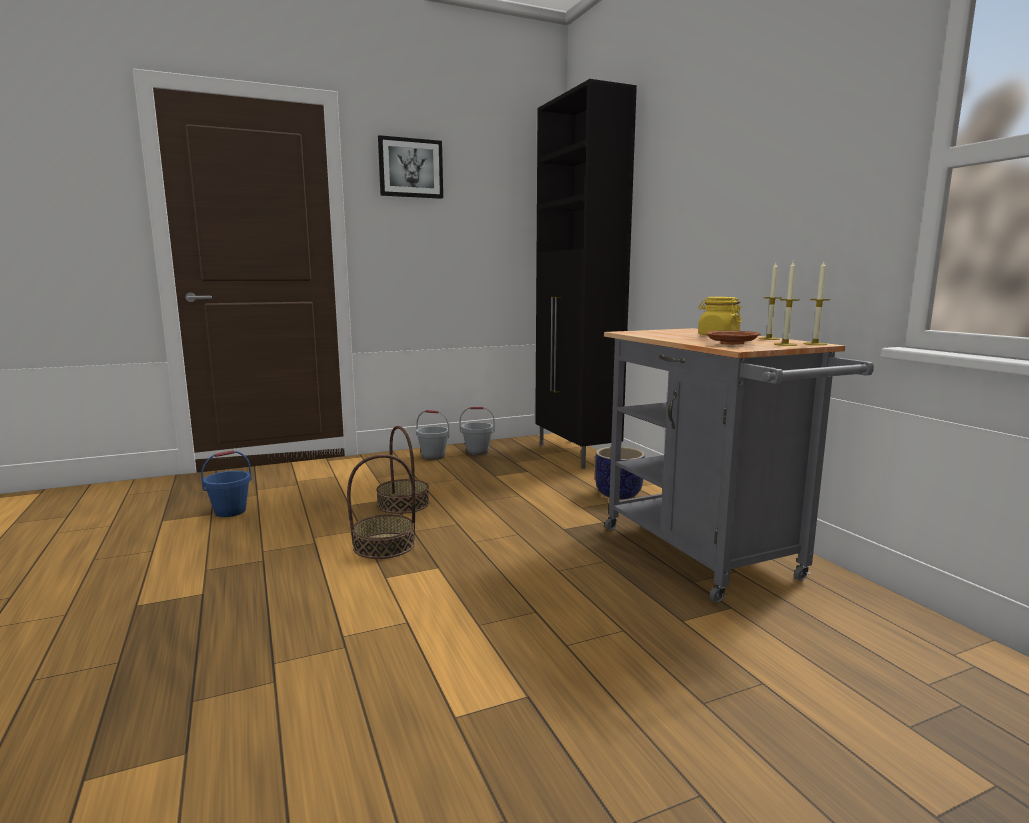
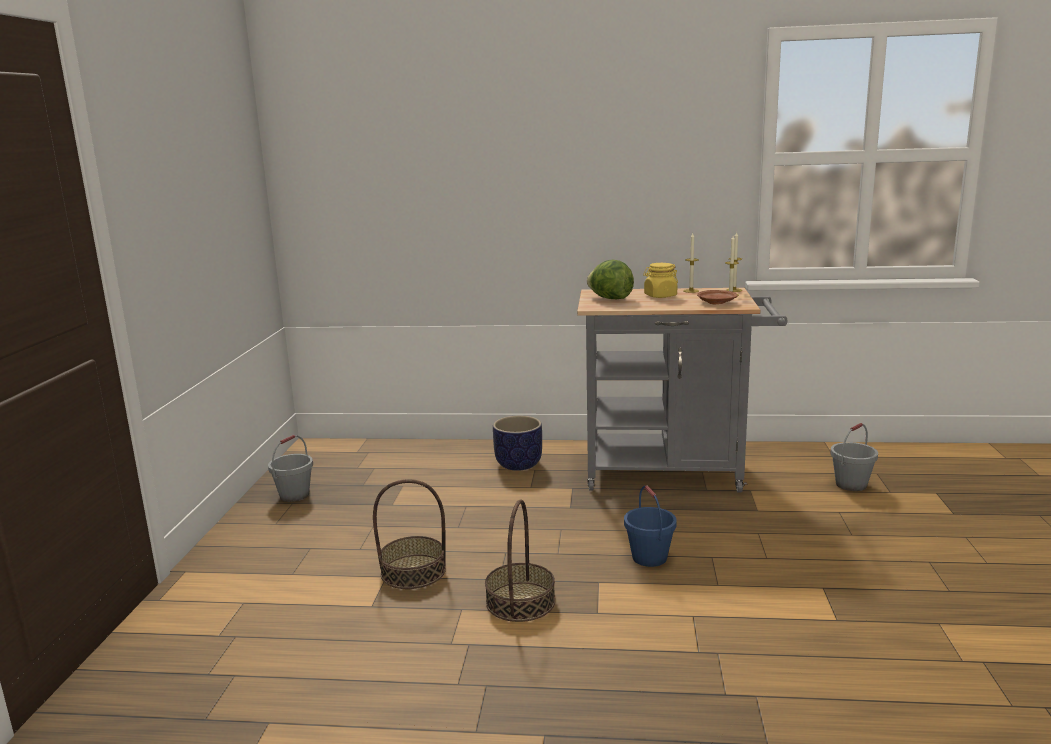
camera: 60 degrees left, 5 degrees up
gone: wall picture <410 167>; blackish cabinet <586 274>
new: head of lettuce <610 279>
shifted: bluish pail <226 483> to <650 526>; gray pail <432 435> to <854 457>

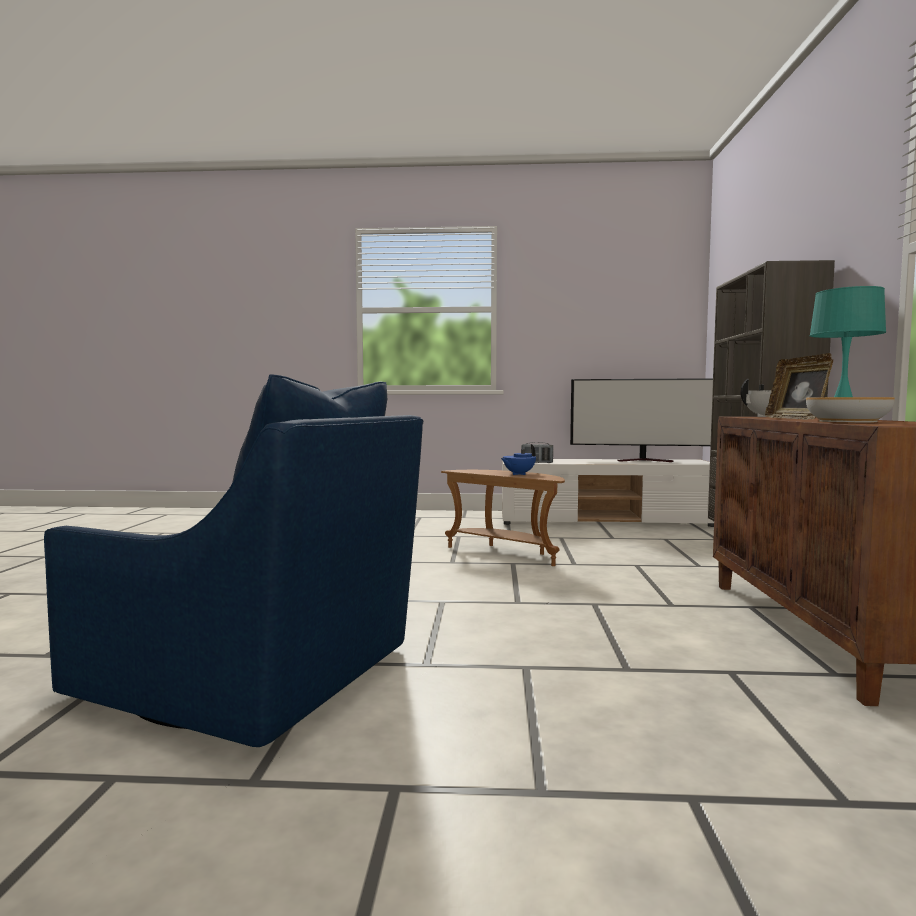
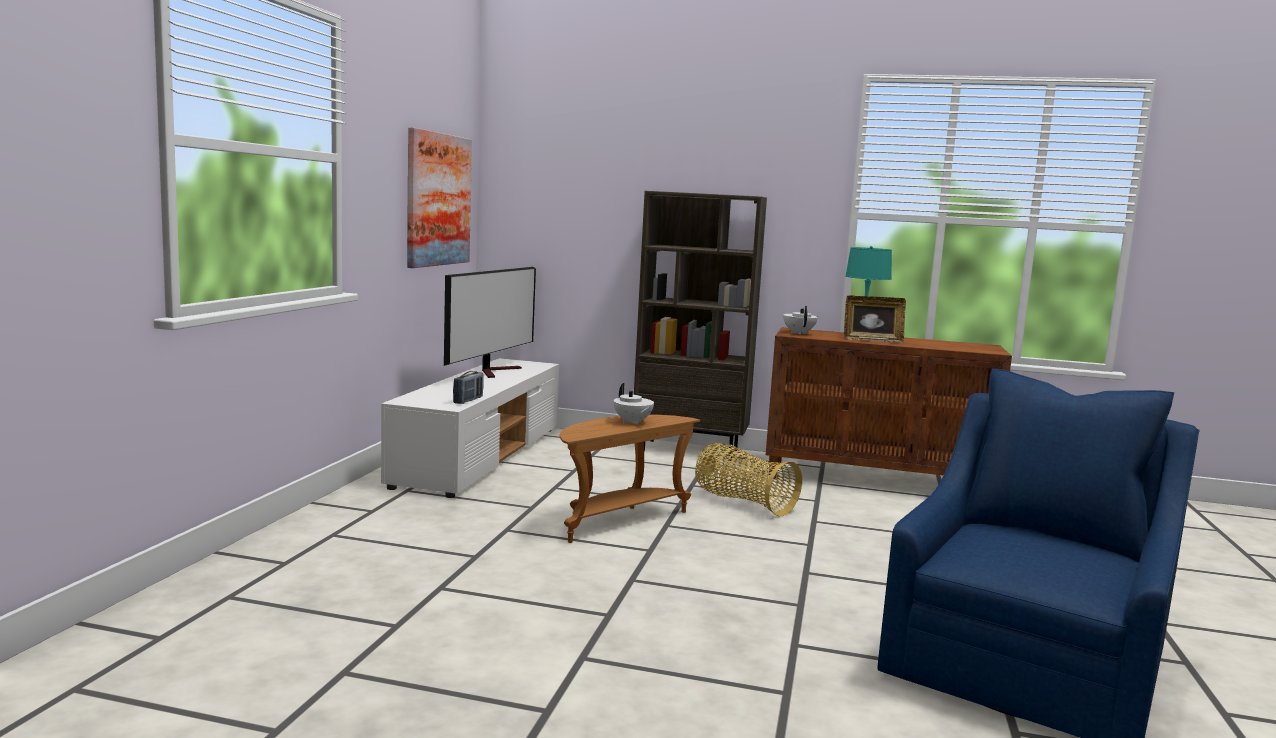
camera: 80 degrees left, 5 degrees up
gone: deep dish <850 409>
new: wall picture <439 197>; household basket <748 479>
repainted: bluish teapot <518 459> to white-coloured teapot <634 404>

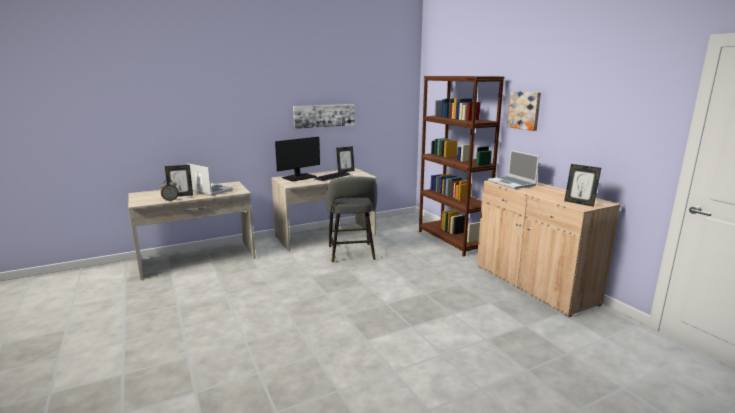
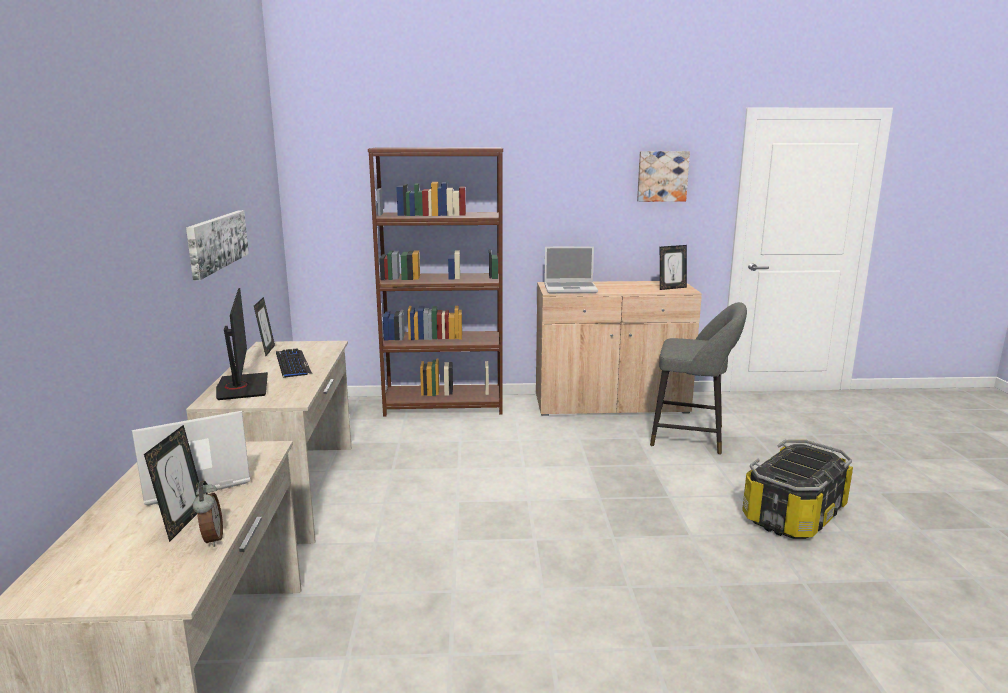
camera: 65 degrees left, 0 degrees up
new: storage box <797 489>
shifted: gray stool <351 219> to <698 378>; wall picture <524 111> to <663 176>

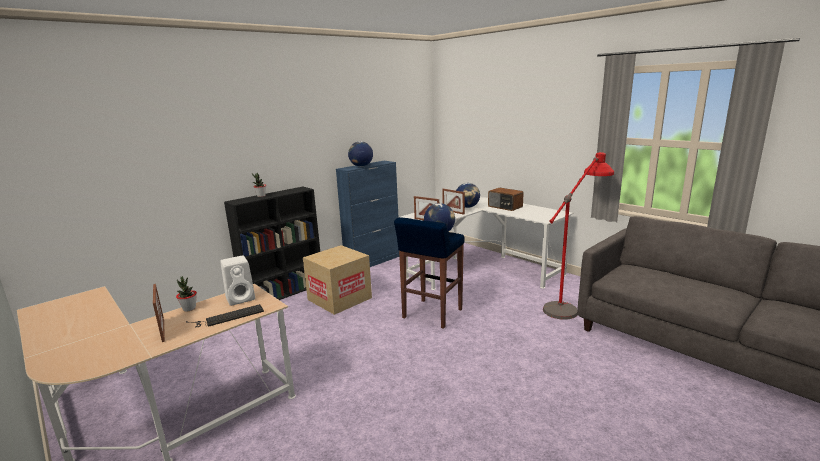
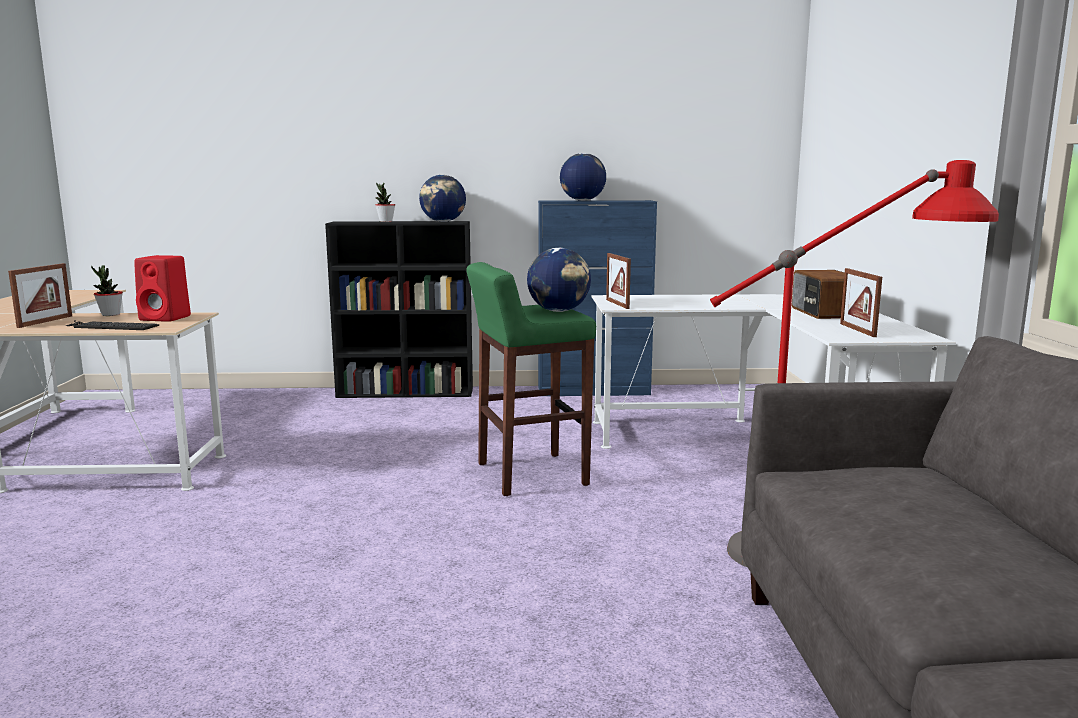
camera: 40 degrees right, 5 degrees down
gone: cardboard box <337 280>
shifted: standing frame <453 202> to <861 302>; desk globe <468 195> to <442 198>
repainted: white-coloured loudspeaker <237 281> to red-coloured loudspeaker <162 288>; bluish stool <429 273> to green-coloured stool <531 379>

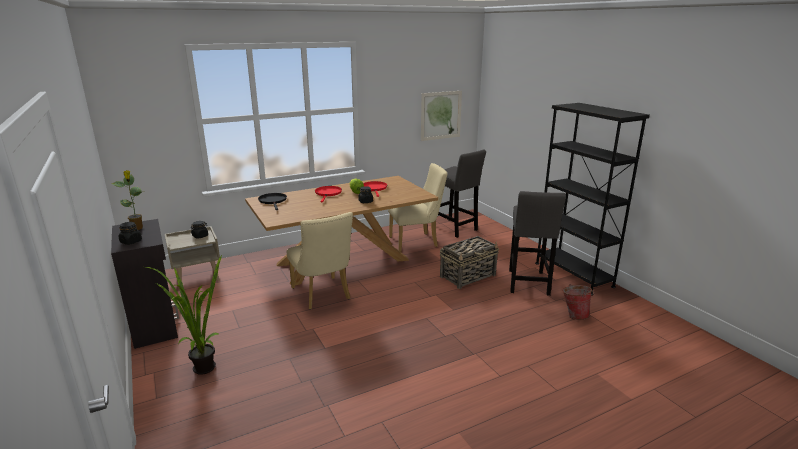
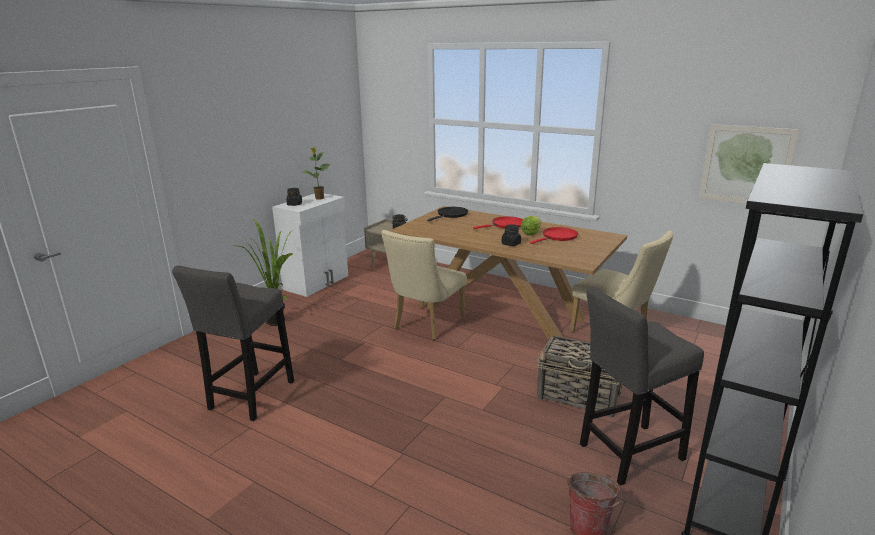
camera: 60 degrees right, 0 degrees up
shifted: gray stool <462 194> to <233 343>
repainted: blackish cabinet <145 284> to white-coloured cabinet <310 245>

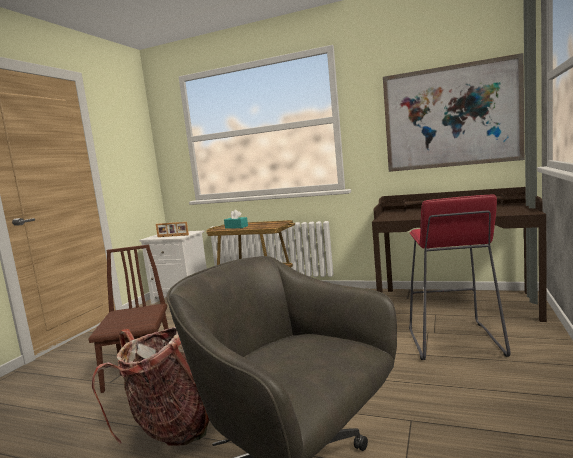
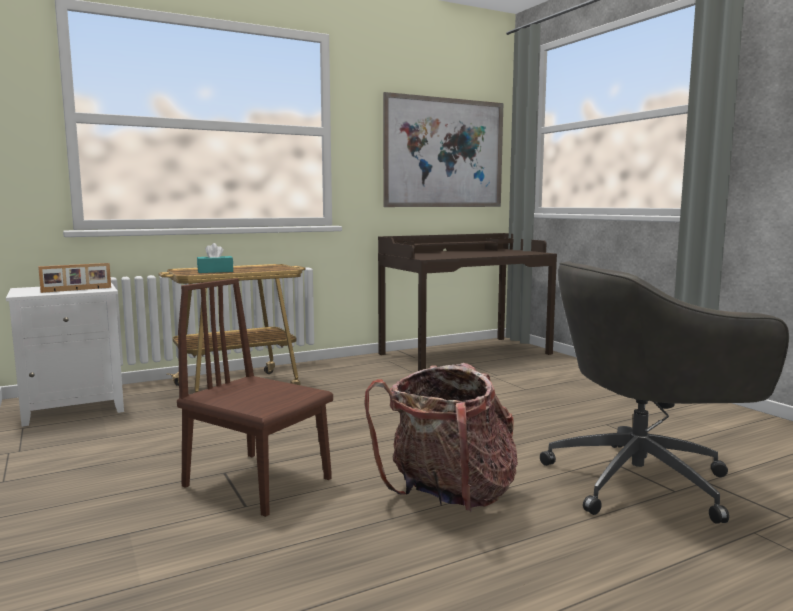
camera: 50 degrees left, 0 degrees up
gone: red-coloured stool <460 277>

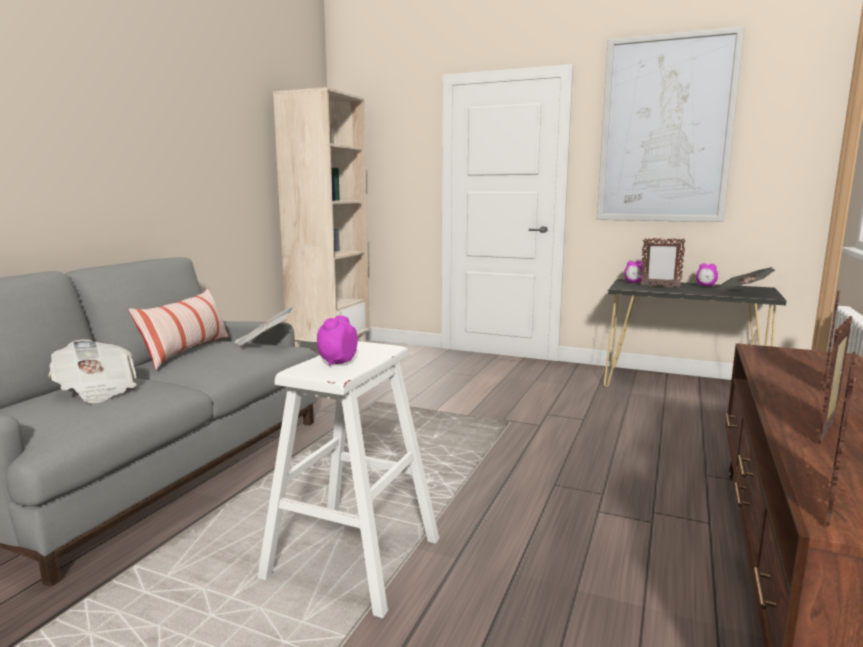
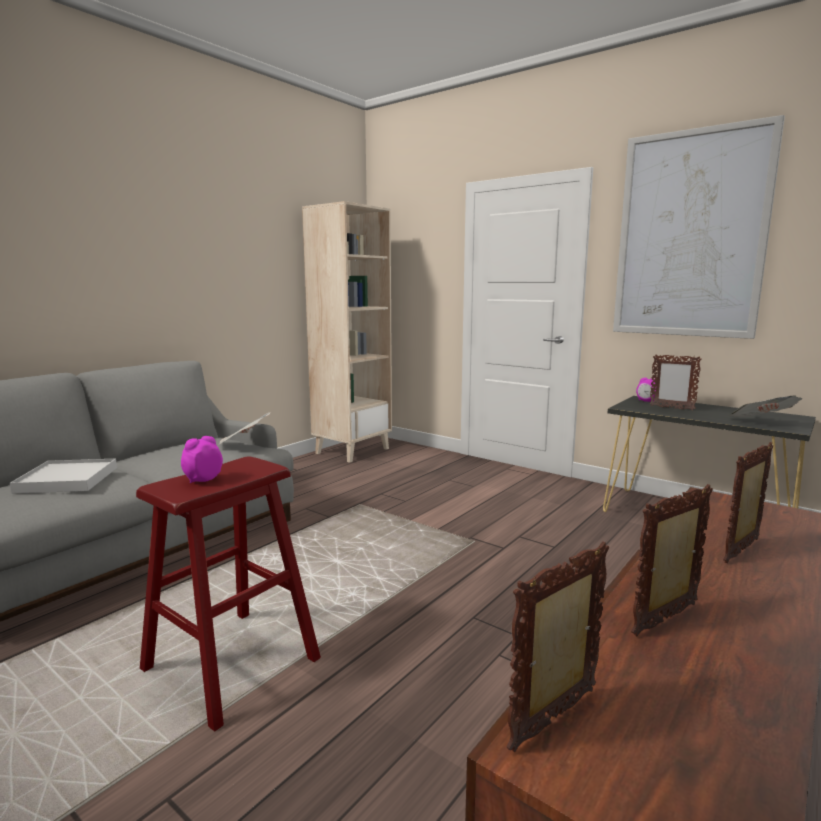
camera: 15 degrees right, 0 degrees up
gone: cushion <179 329>; bedside clock <707 274>
swapped: daily paper <92 371> to white-coloured carrying tray <63 476>
repainted: white-coloured stool <348 479> to red-coloured stool <228 594>

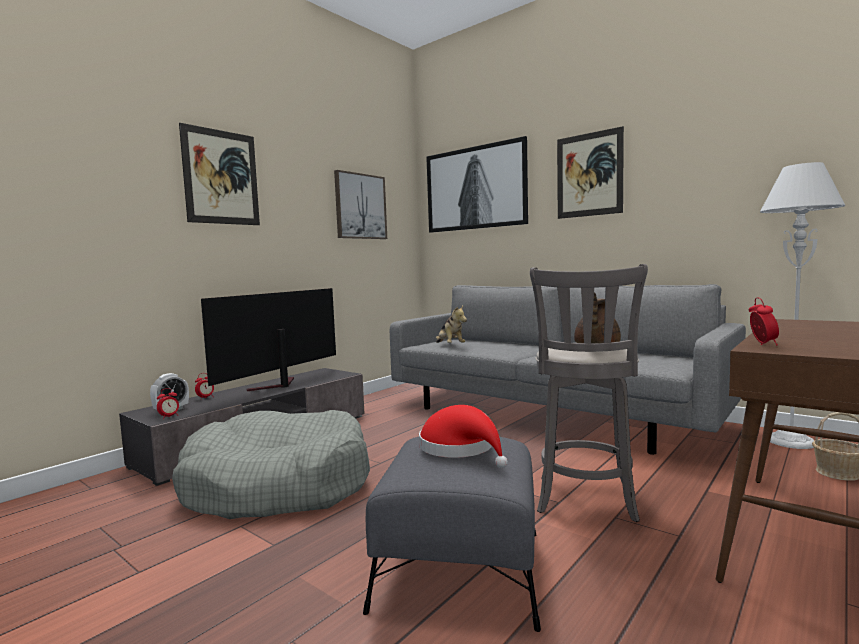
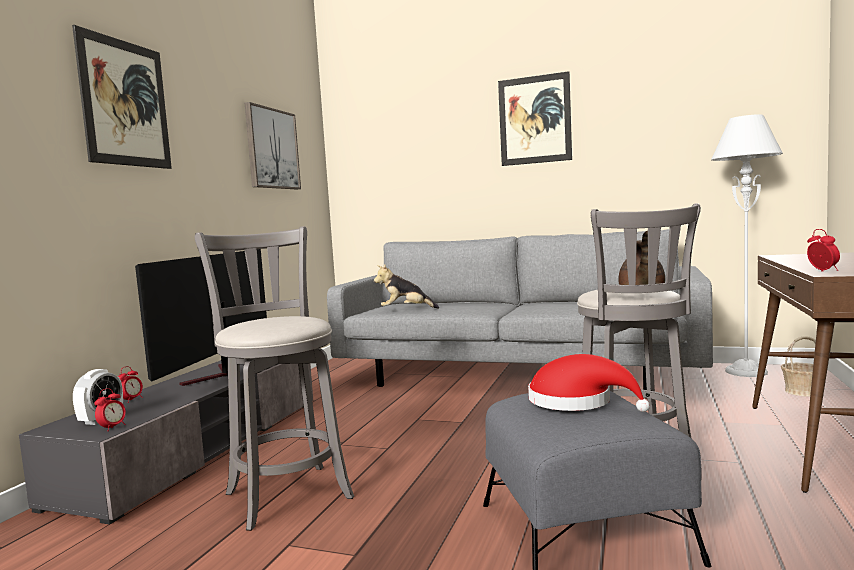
camera: 20 degrees left, 0 degrees up
gone: wall picture <477 184>
swapped: gray dog bed <271 464> to gray stool <274 378>
rotated: soft toy <451 324> = <406 287> 135 degrees clockwise

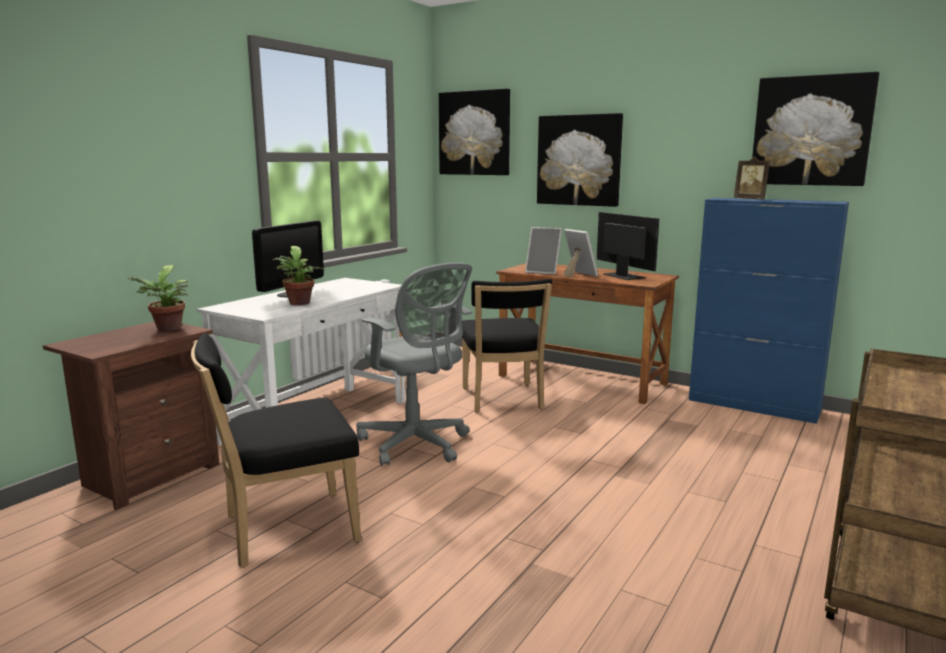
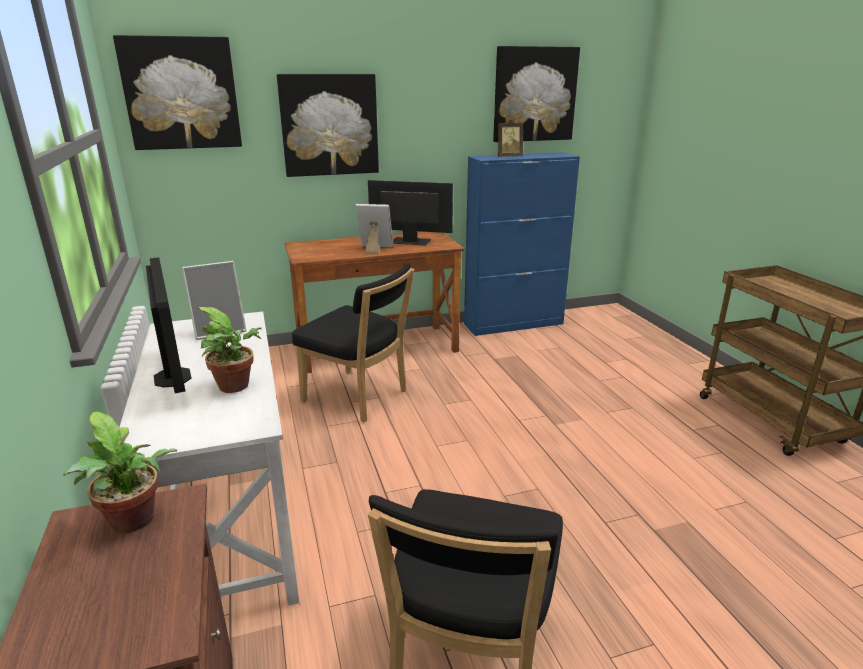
camera: 50 degrees left, 10 degrees up
gone: gray office chair <414 364>
shifted: standing frame <543 251> to <214 300>

